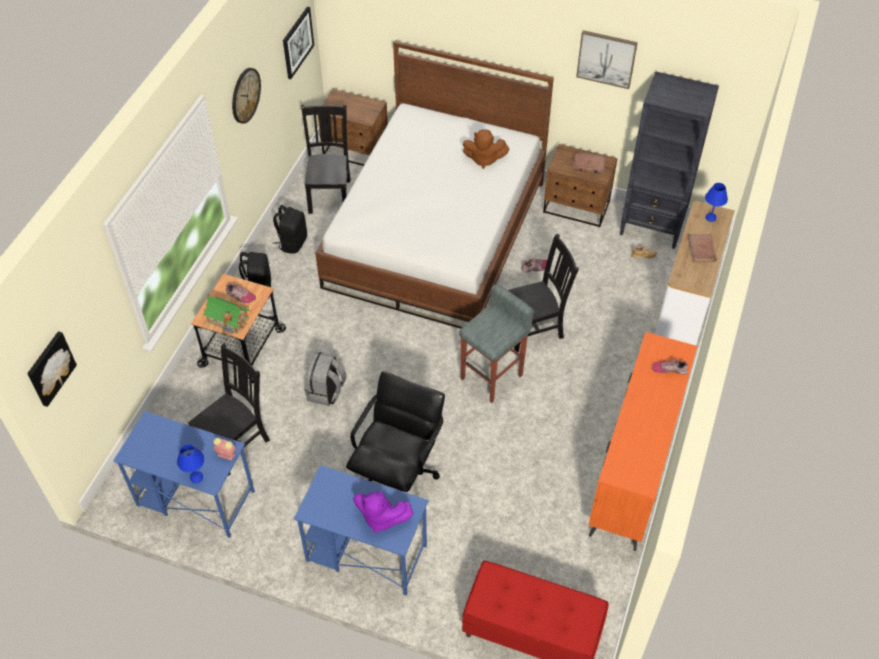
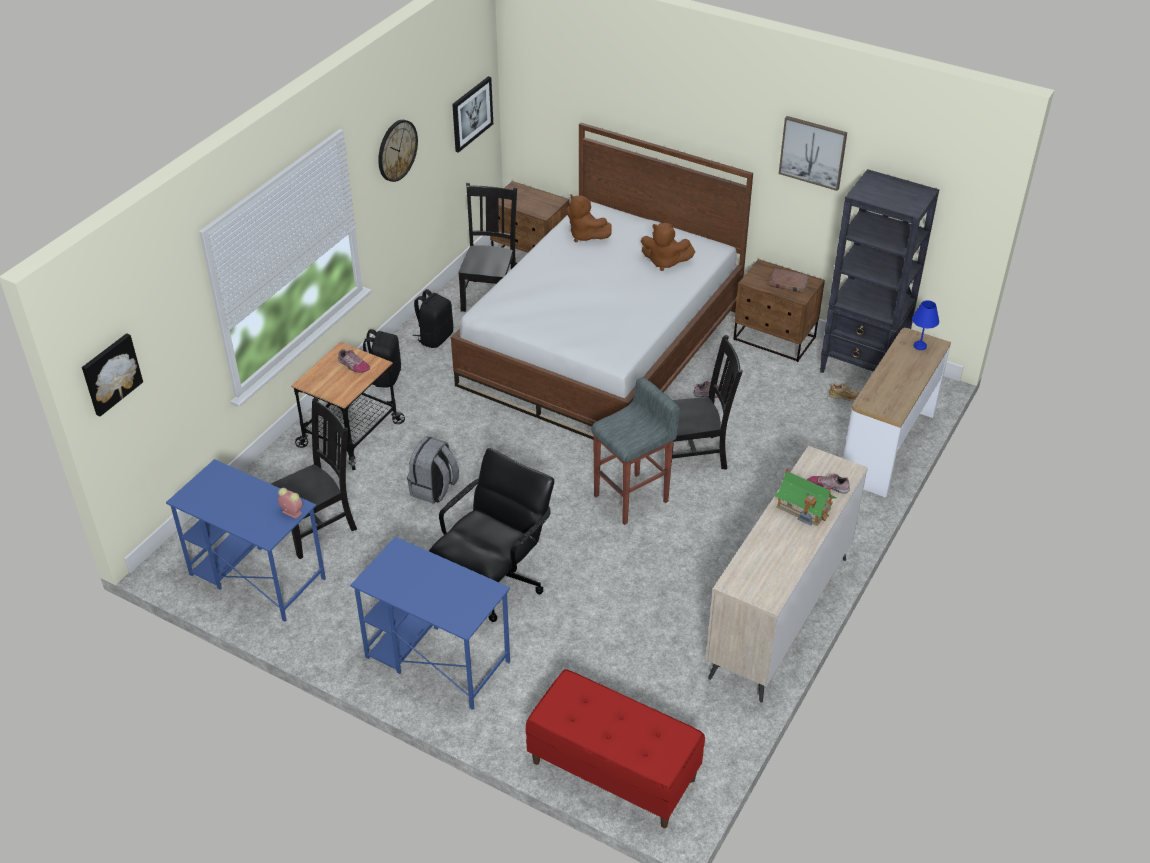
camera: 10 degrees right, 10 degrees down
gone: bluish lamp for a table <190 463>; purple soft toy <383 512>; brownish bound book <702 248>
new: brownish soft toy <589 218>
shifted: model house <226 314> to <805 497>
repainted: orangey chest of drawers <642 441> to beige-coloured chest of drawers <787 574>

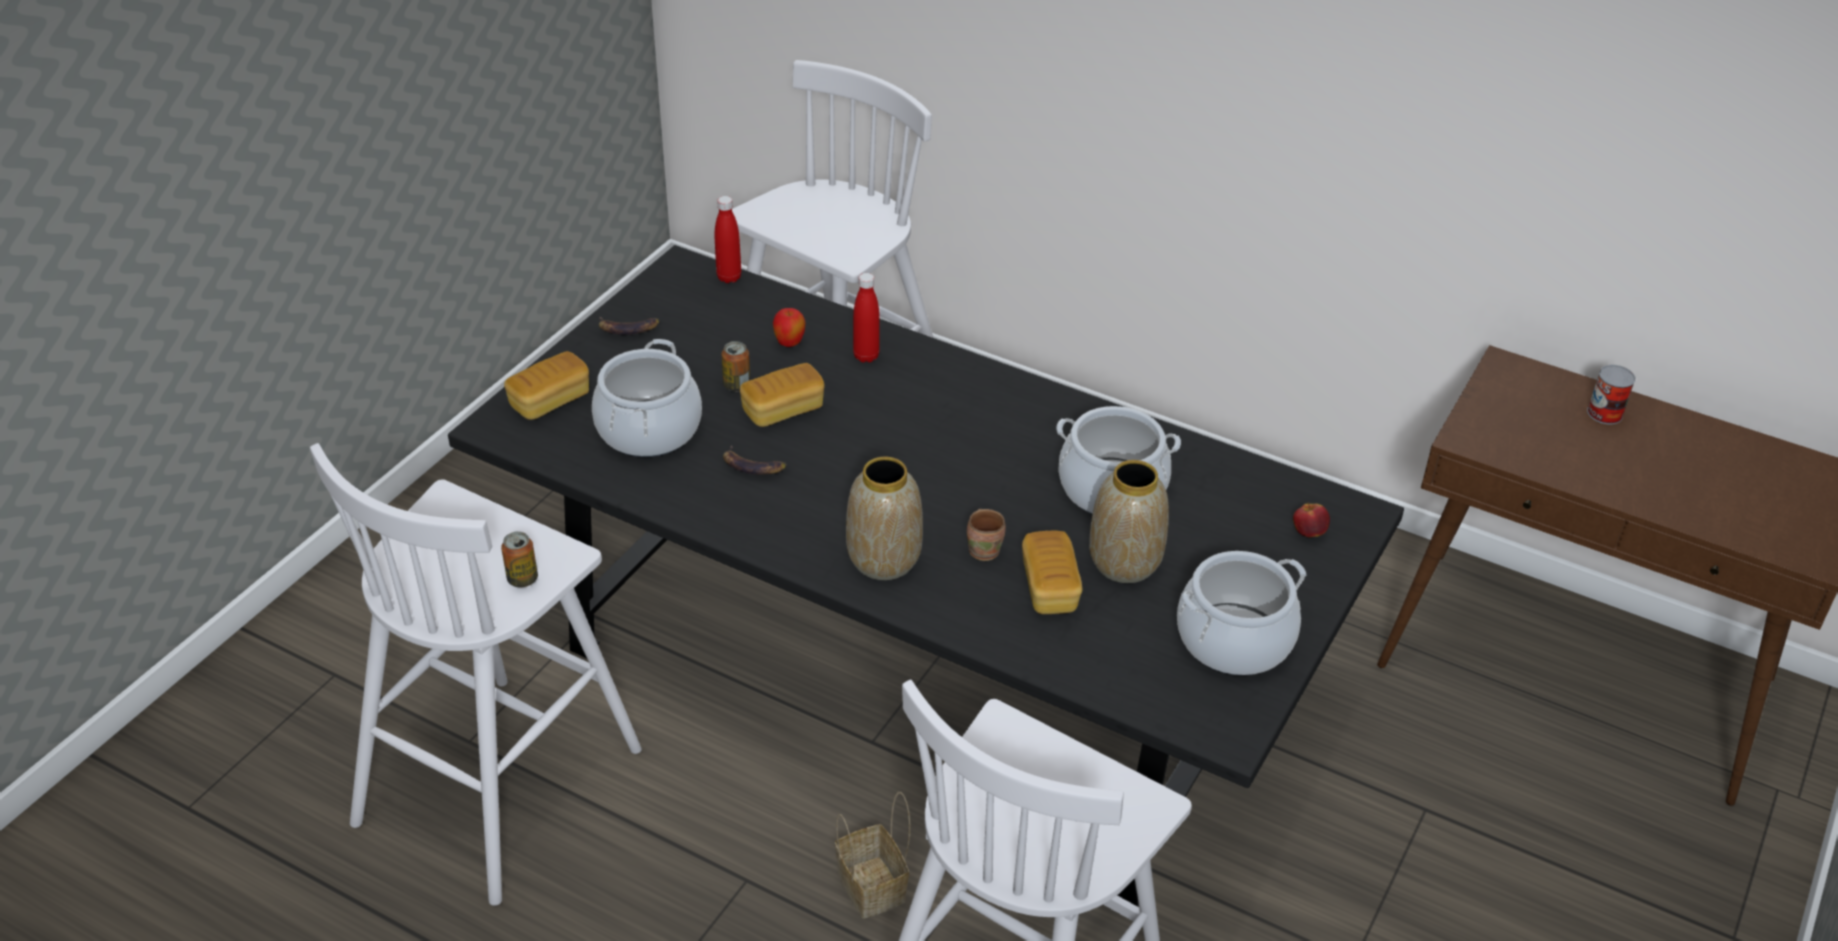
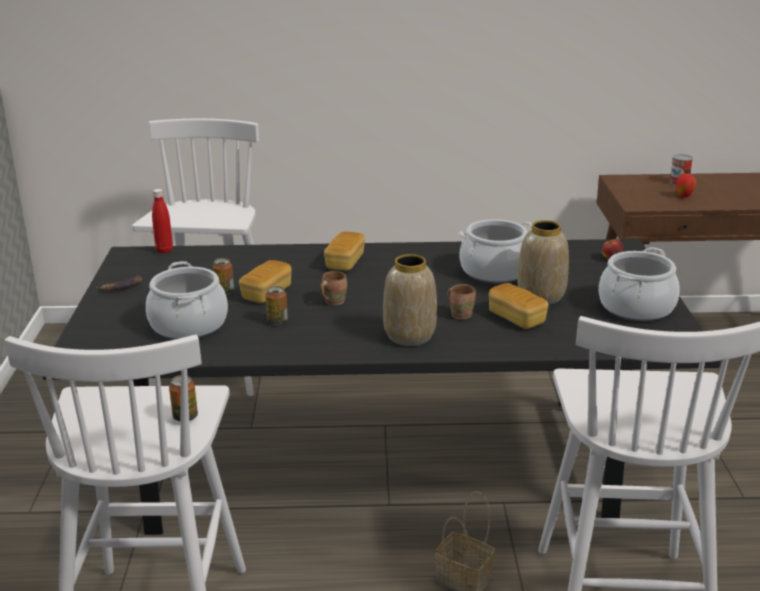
camera: 30 degrees left, 15 degrees down
gone: red-coloured drink bottle <866 318>
new: brownish tea mug <333 288>
shifted: bread <546 385> to <344 251>; apple <789 327> to <686 185>
swapped: whole banana <755 460> to metal can <277 305>

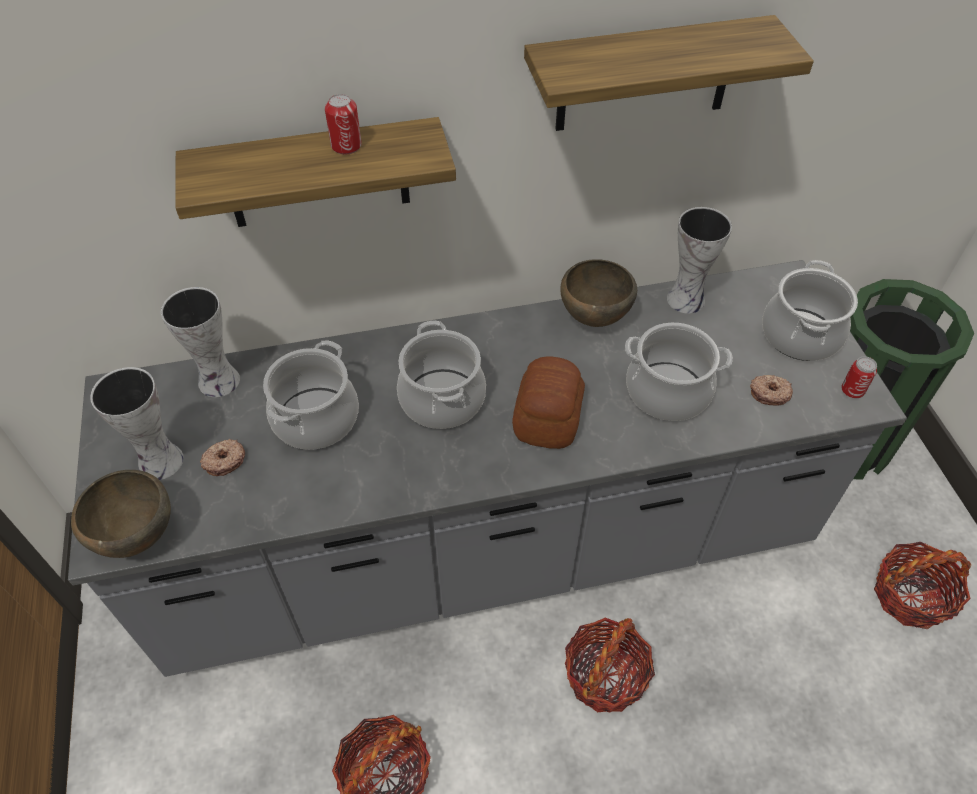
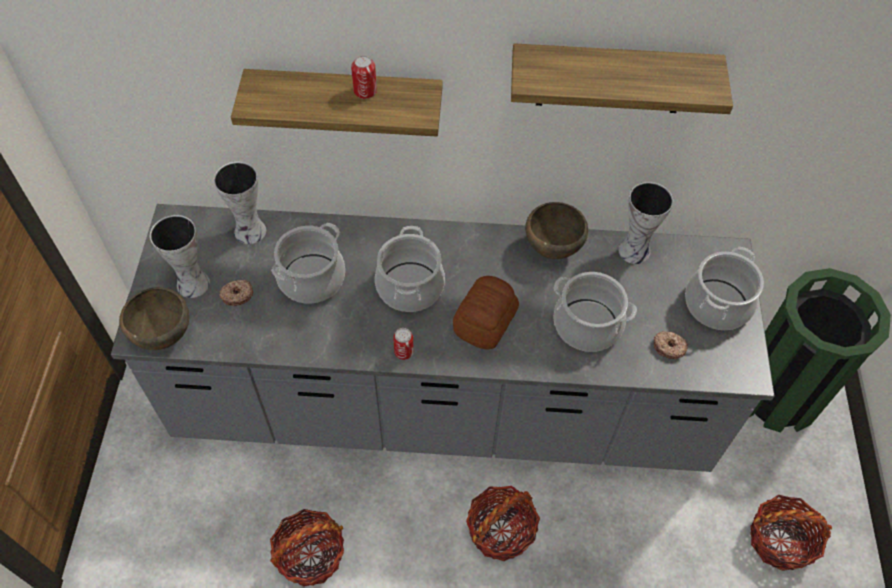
camera: 15 degrees right, 5 degrees up
shifted: metal can <859 377> to <403 344>

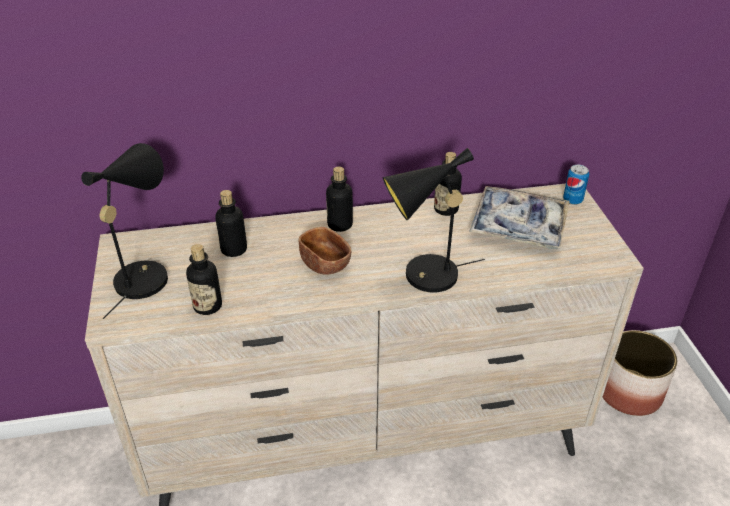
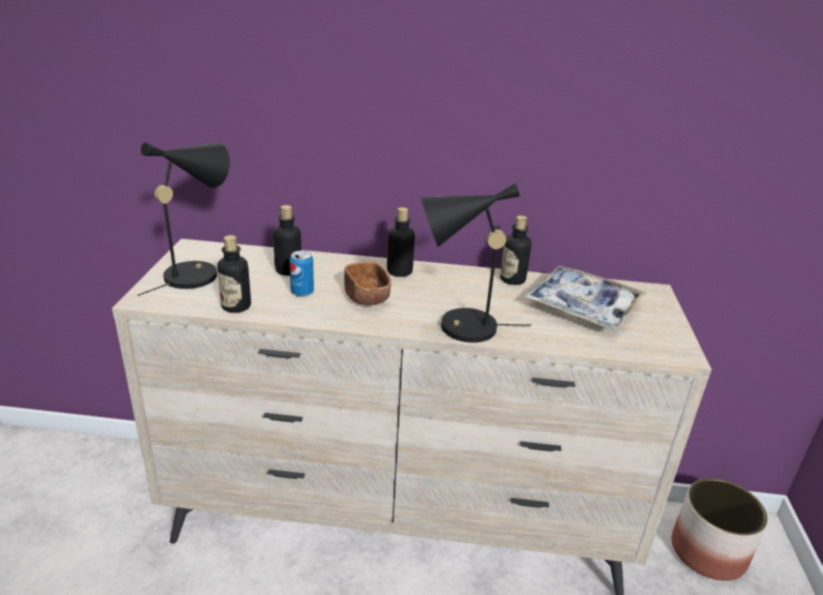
camera: 15 degrees right, 10 degrees down
shifted: metal can <576 185> to <301 274>

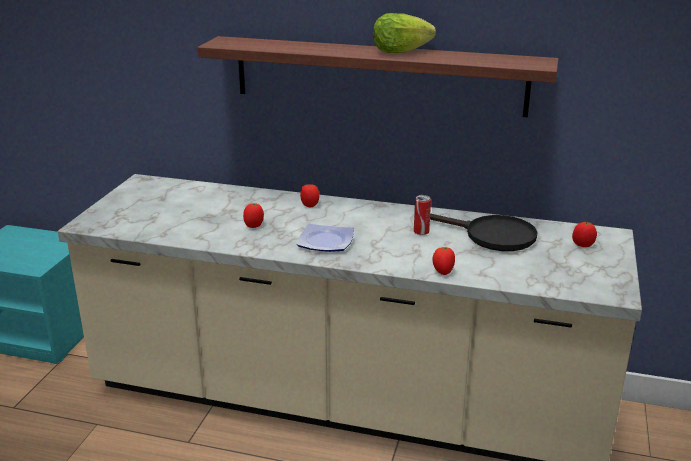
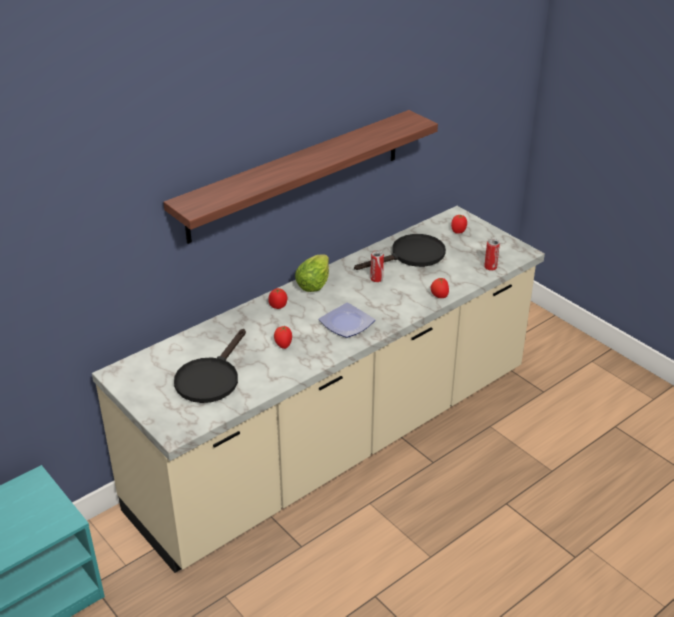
camera: 55 degrees left, 10 degrees up
new: blackish pan <210 366>; metal can <492 254>
shifted: head of lettuce <404 33> to <312 273>

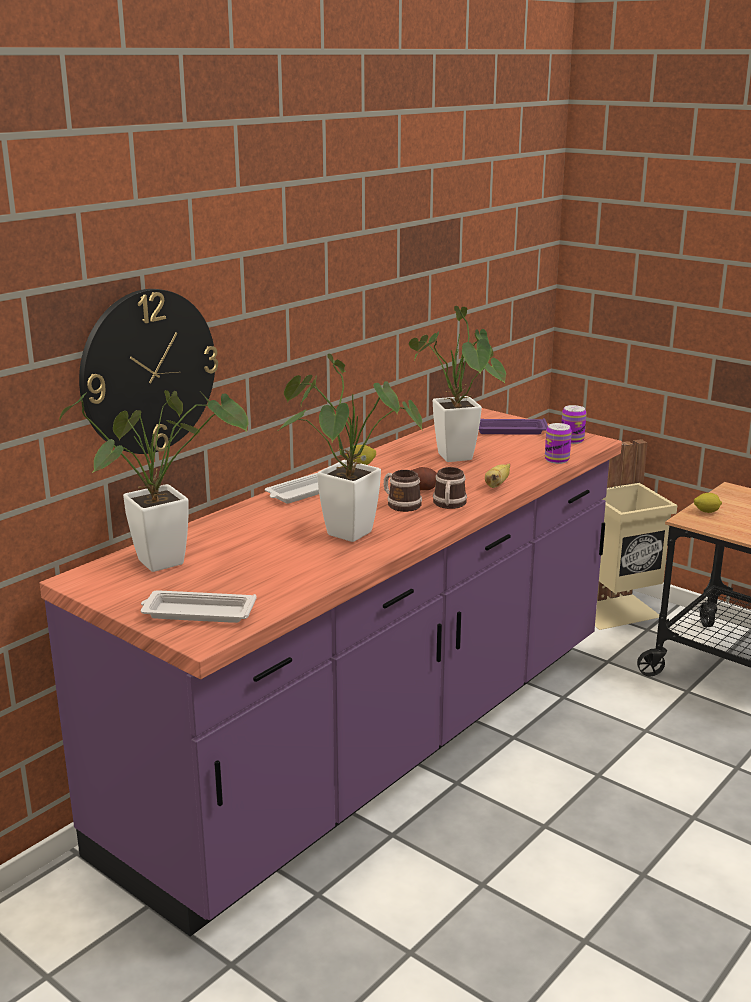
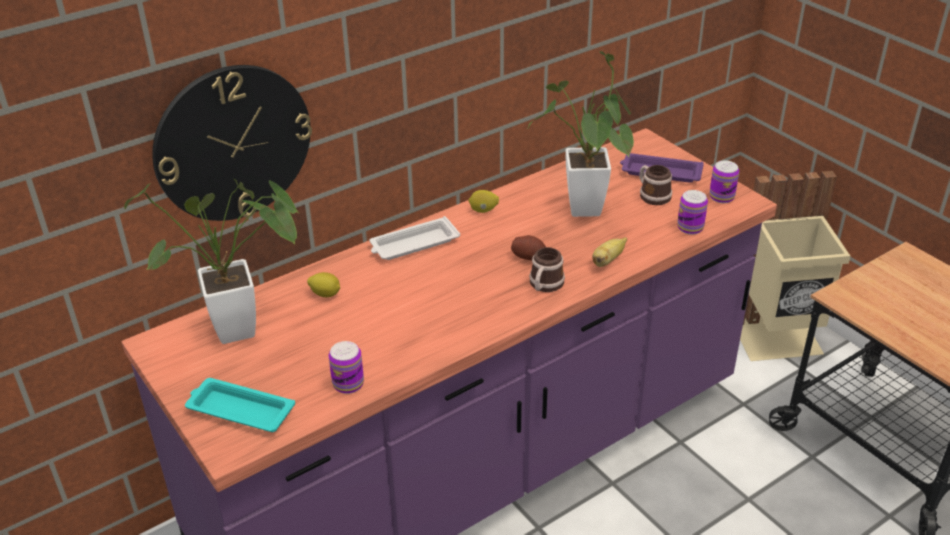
camera: 15 degrees right, 15 degrees up
gone: plant in a pot <350 448>
new: metal can <346 367>
shifted: tea mug <403 491> to <655 185>; citrus fruit <708 503> to <323 284>
repainted: white-coloured carrying tray <199 606> to blue-green carrying tray <240 405>

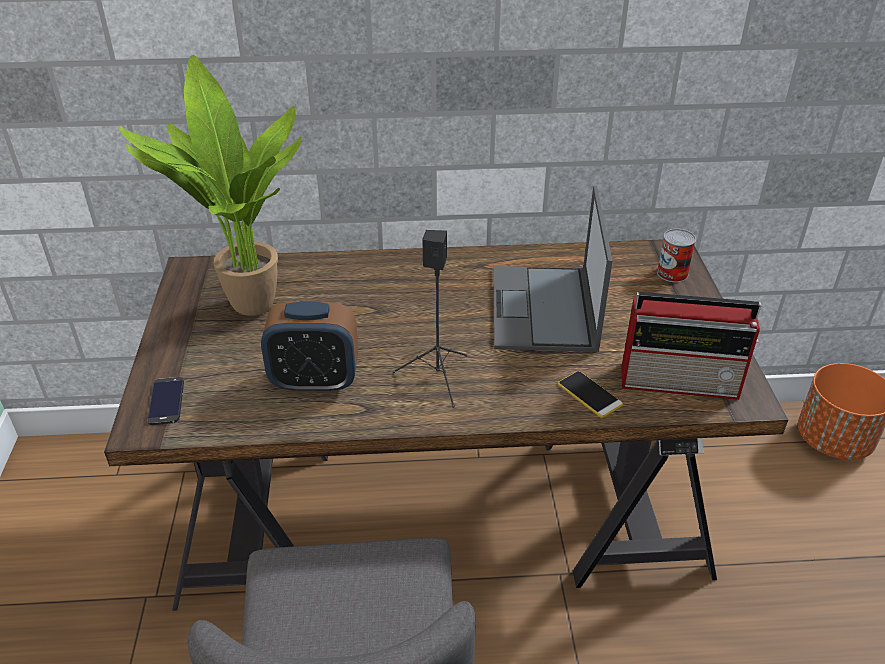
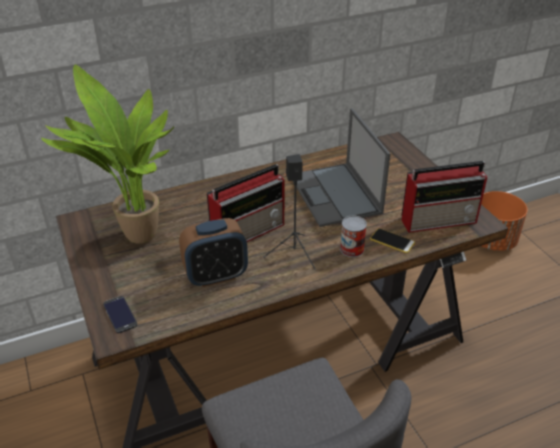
camera: 20 degrees left, 0 degrees up
new: radio receiver <245 203>
shifted: metal can <676 255> to <353 236>

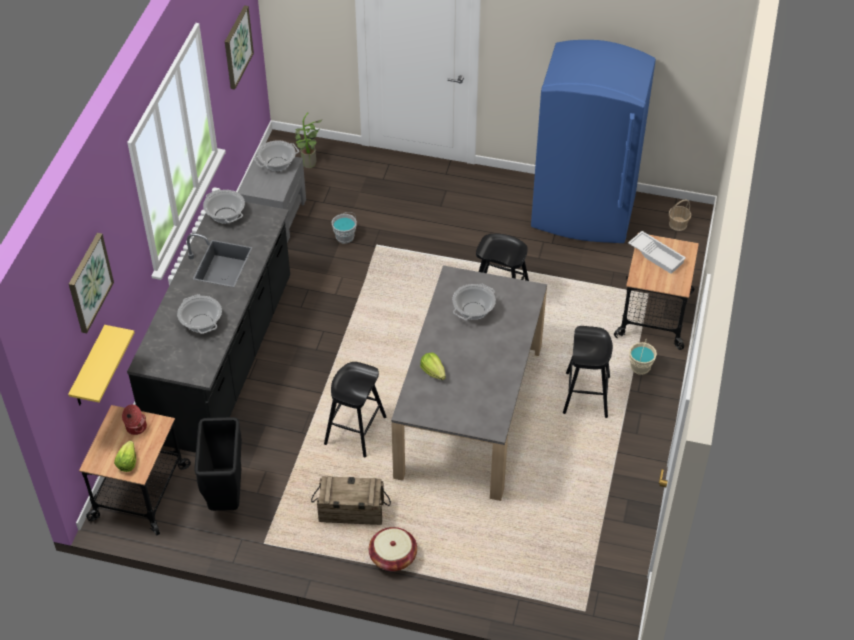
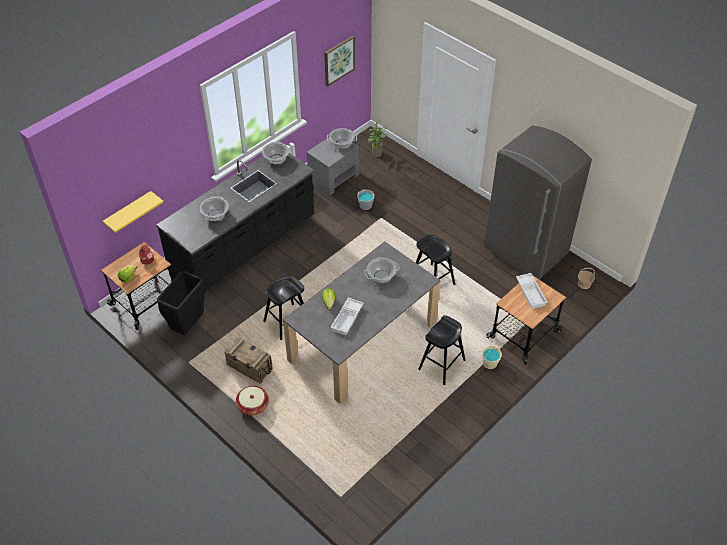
camera: 30 degrees right, 0 degrees up
gone: wall picture <91 283>
new: white-coloured carrying tray <347 316>
repainted: bluish kitchen fridge <593 141> to gray kitchen fridge <538 202>

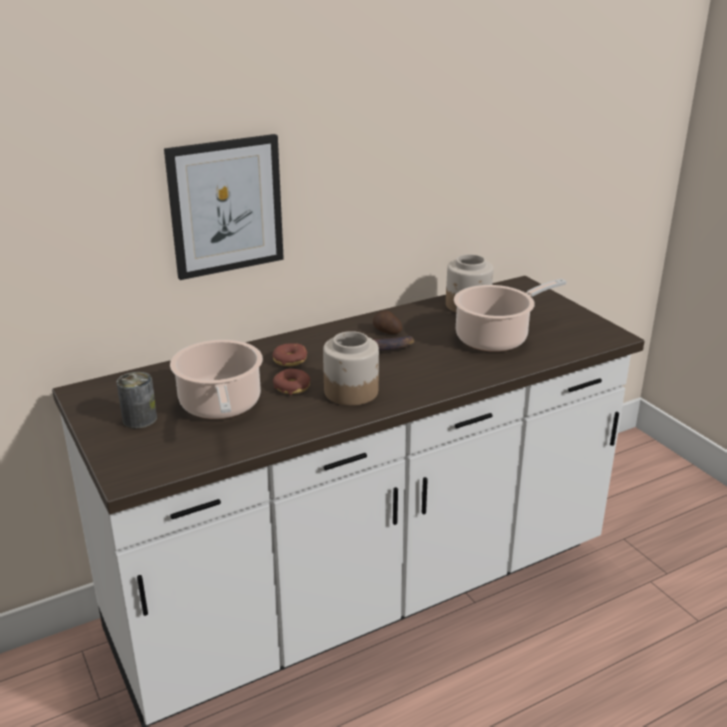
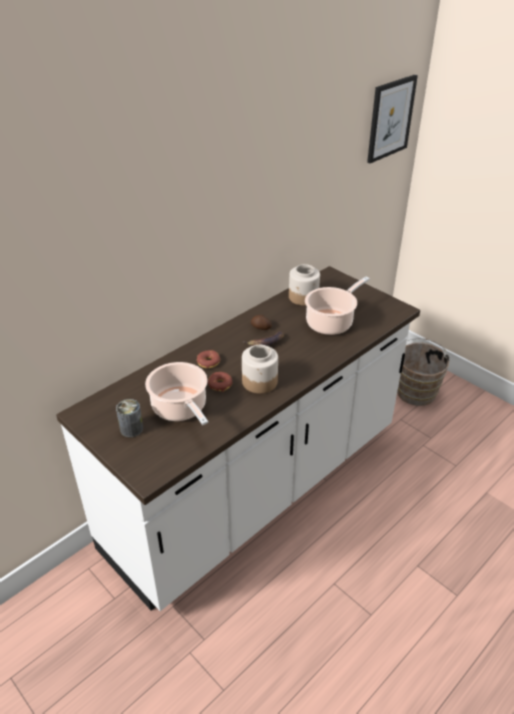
camera: 15 degrees left, 10 degrees up
new: brownish pail <424 372>
shifted: wall picture <224 207> to <392 119>

